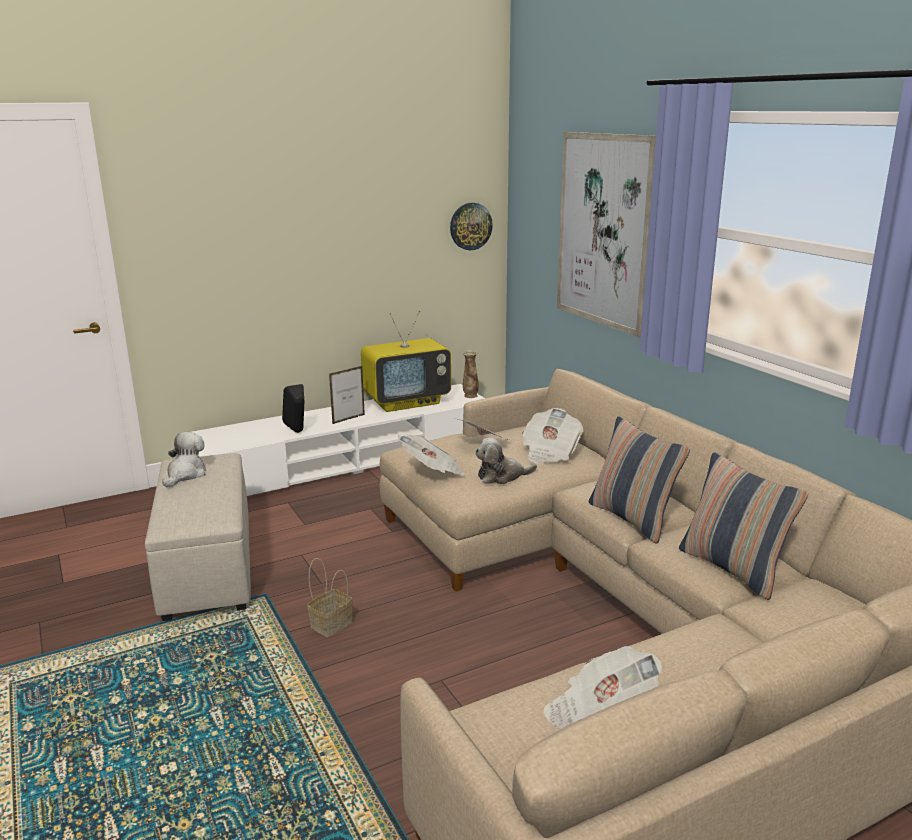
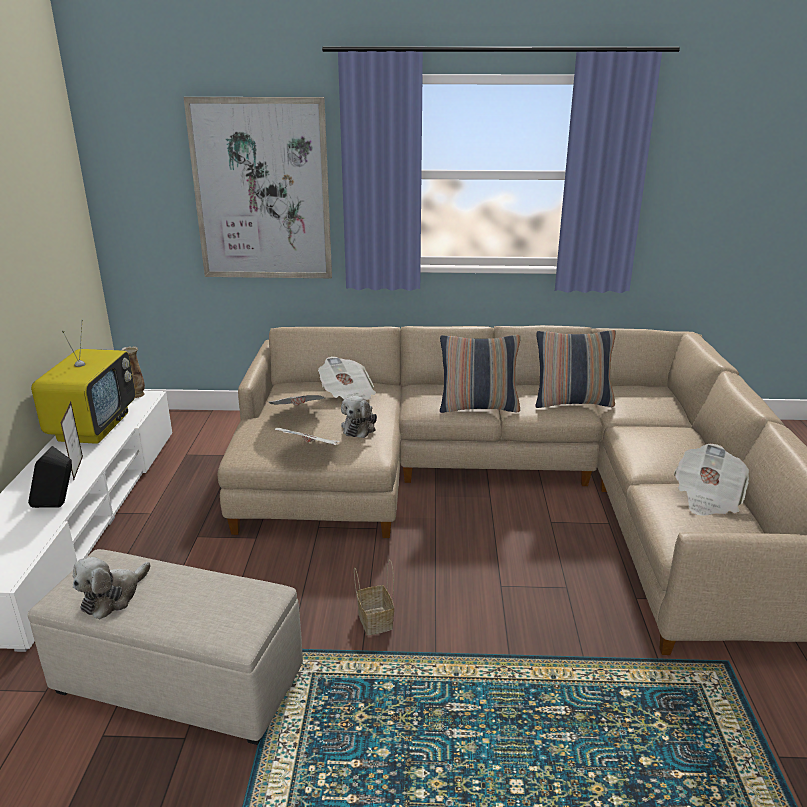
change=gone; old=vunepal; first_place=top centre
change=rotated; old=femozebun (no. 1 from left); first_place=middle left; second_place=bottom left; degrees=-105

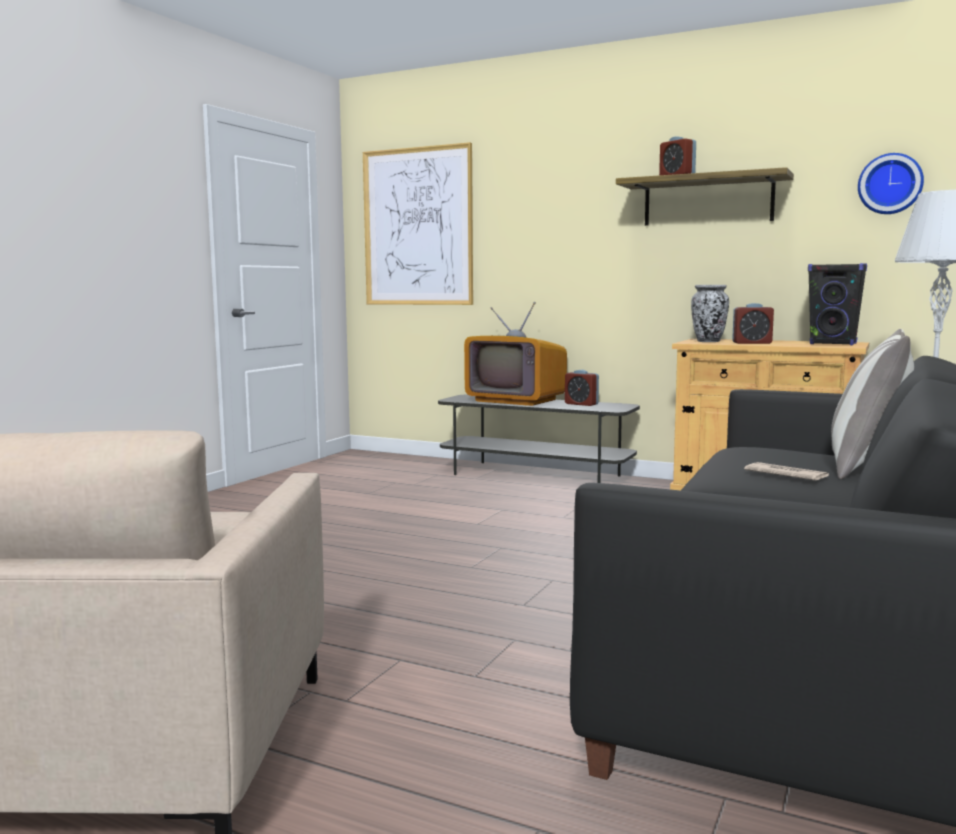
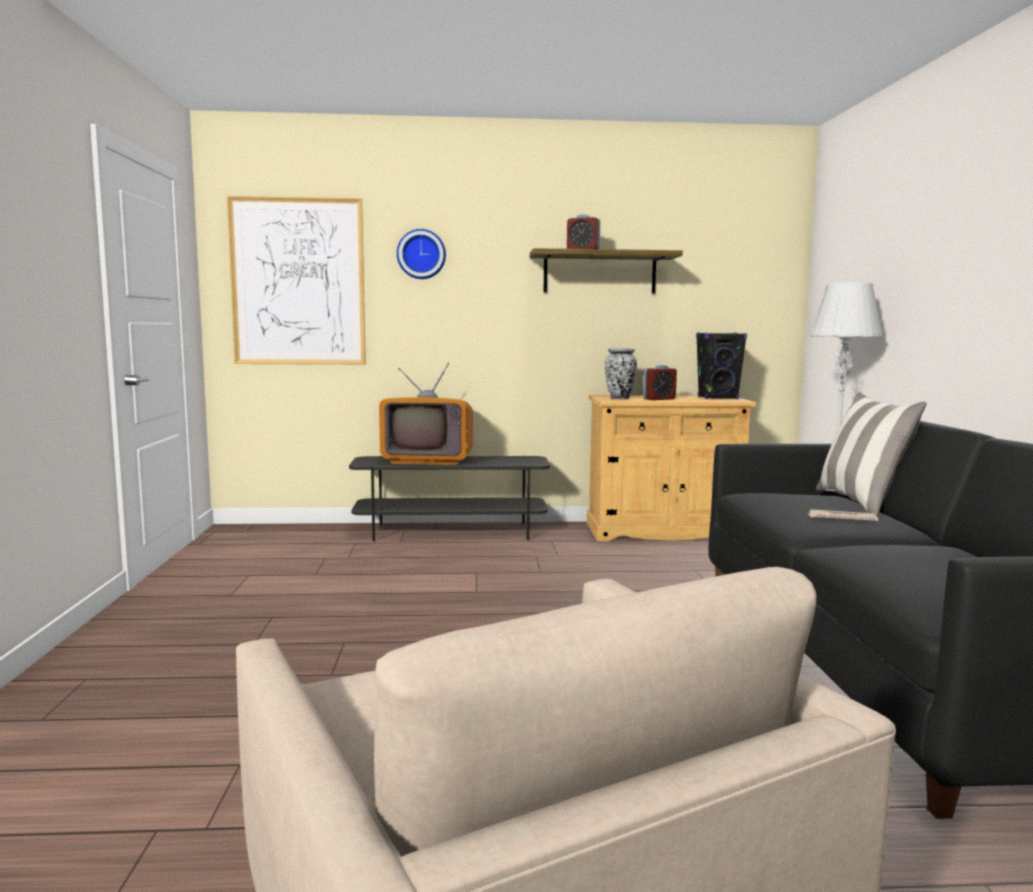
change=shifted; old=vunepal; first_place=top right; second_place=top centre
change=gone; old=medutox (no. 1 from left); first_place=centre

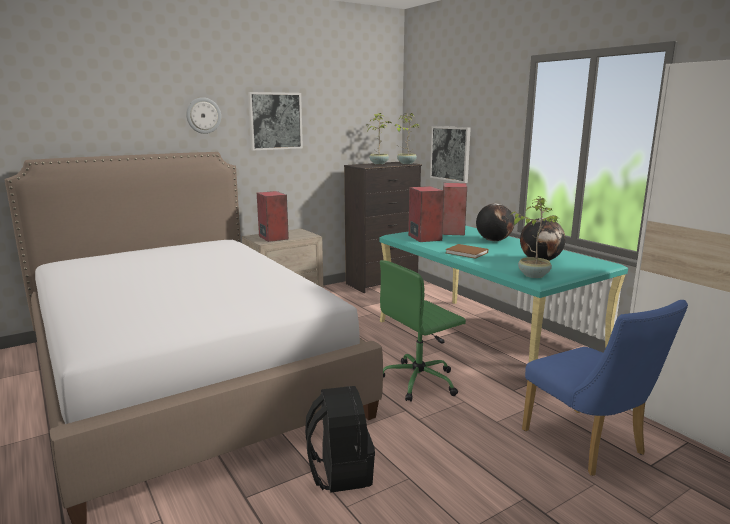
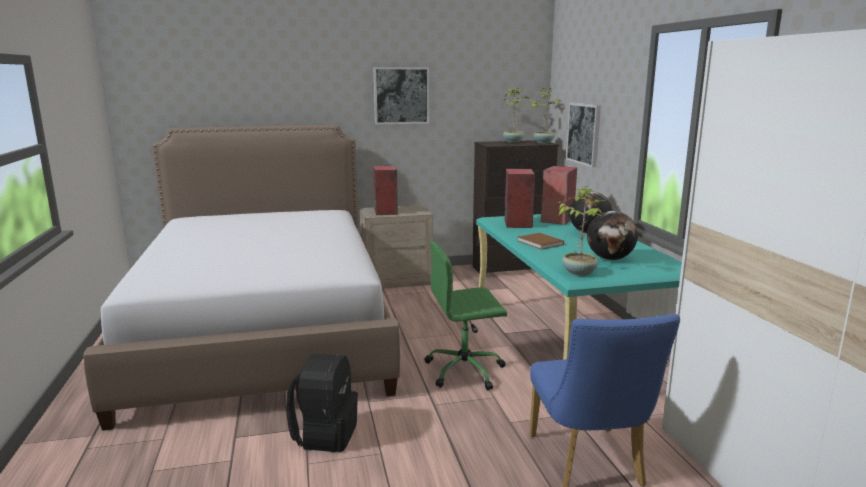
change=gone; old=vunepal; first_place=top left

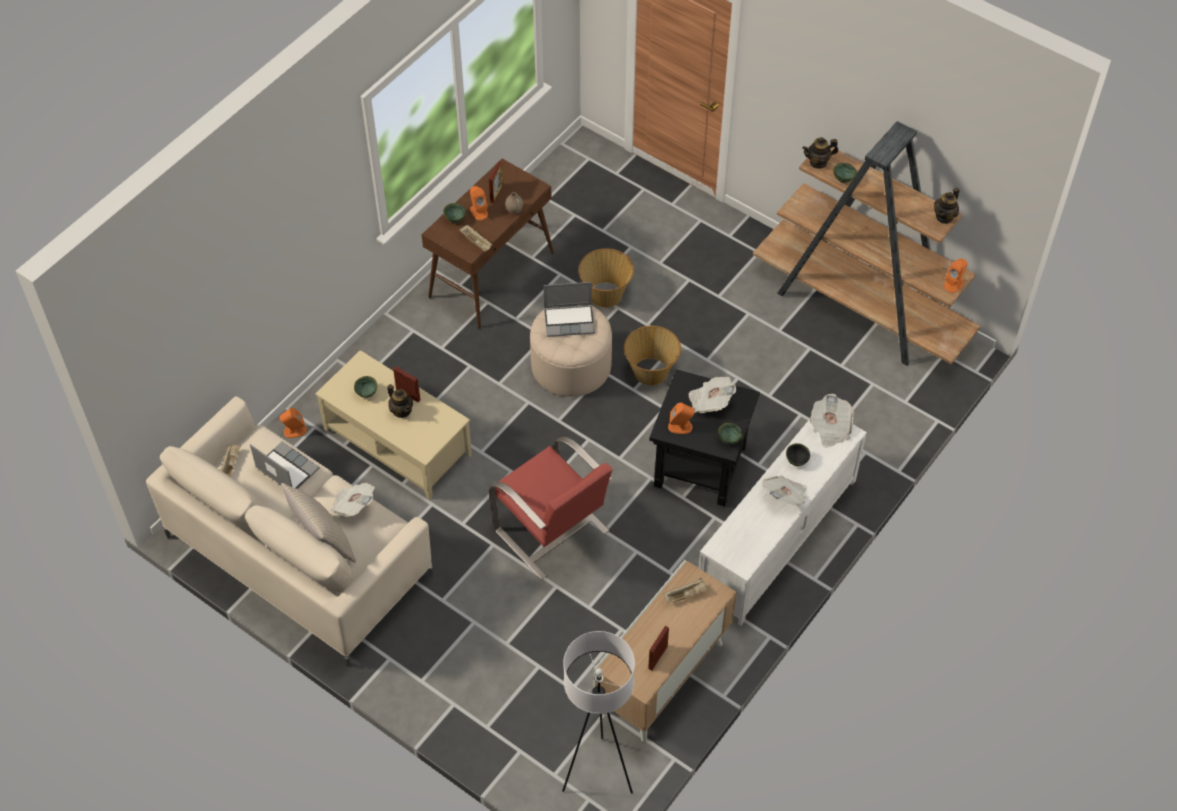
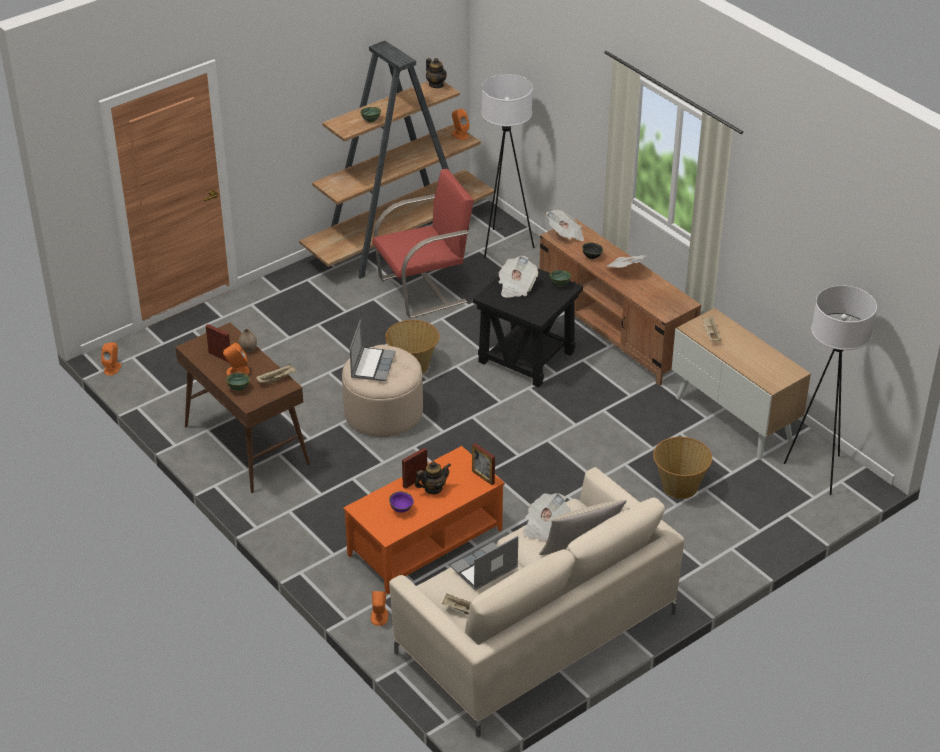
change=gone; old=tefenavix (no. 2 from left); first_place=top right
change=shifted; old=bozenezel (no. 1 from left in the first image); new=bozenezel (no. 2 from left); first_place=centre; second_place=middle right
change=repainted; old=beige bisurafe; new=orange bisurafe; first_place=centre; second_place=bottom centre
change=repainted; old=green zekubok (no. 1 from left); new=purple zekubok; first_place=middle left; second_place=bottom centre
change=shifted; old=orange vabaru (no. 3 from left in the first image); new=orange vabaru (no. 1 from left); first_place=centre; second_place=middle left
change=repainted; old=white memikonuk; new=brown memikonuk; first_place=centre; second_place=centre
change=shifted; old=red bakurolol; first_place=centre; second_place=top centre
change=shifted; old=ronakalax (no. 3 from left); first_place=bottom centre; second_place=centre
change=new; new=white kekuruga (no. 1 from left); second_place=top centre

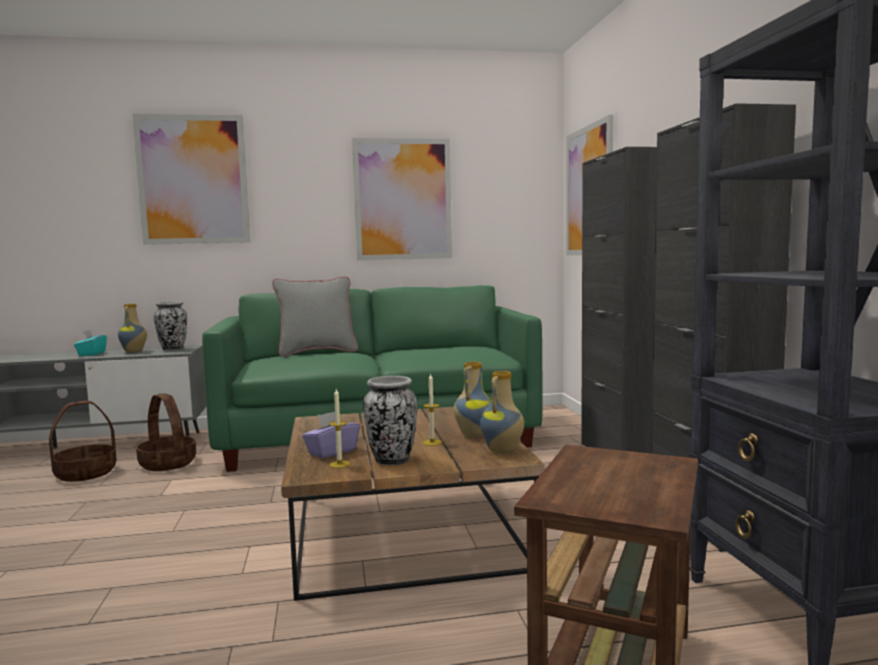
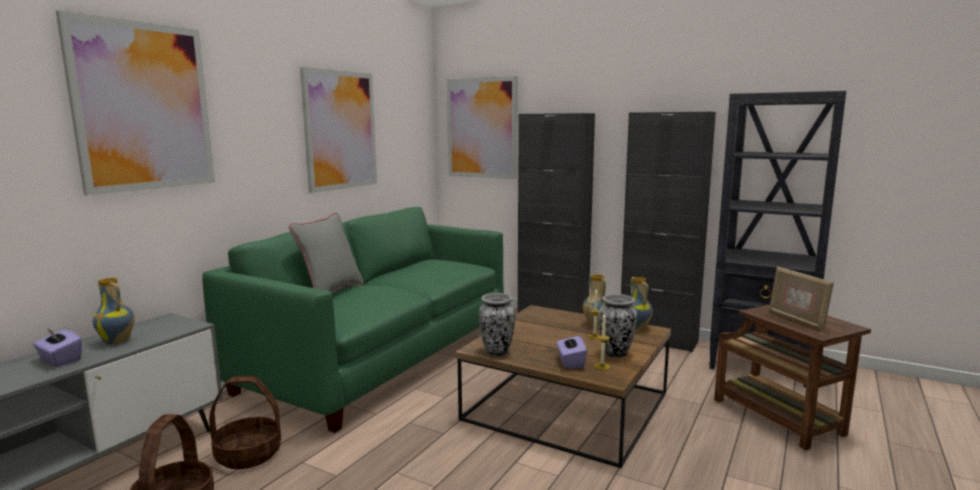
change=shifted; old=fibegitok (no. 2 from left); first_place=middle left; second_place=centre
change=repainted; old=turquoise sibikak; new=purple sibikak (no. 1 from left); first_place=middle left; second_place=bottom left
change=new; new=ronakalax; second_place=middle right

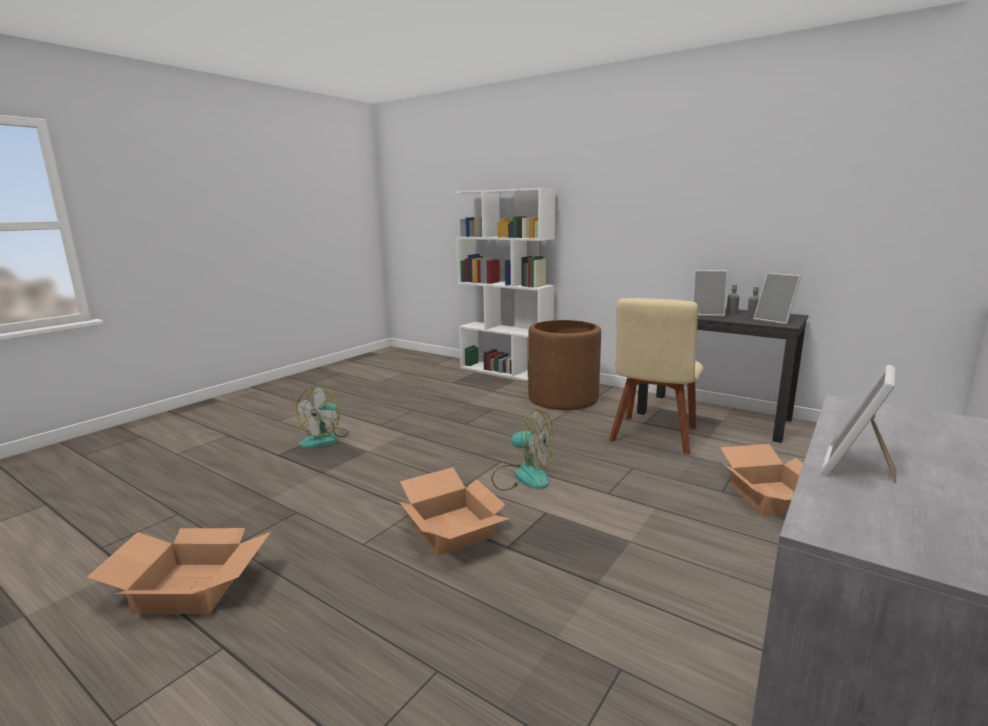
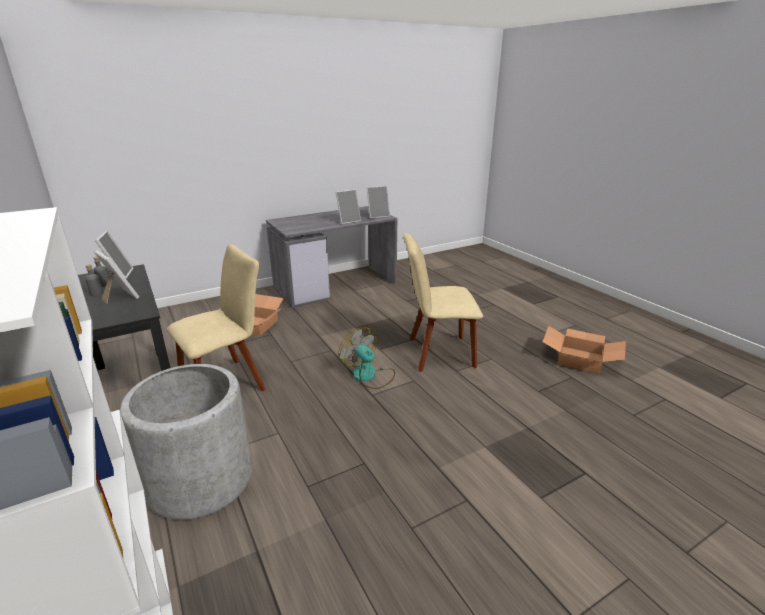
change=repainted; old=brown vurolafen; new=grey vurolafen; first_place=centre; second_place=bottom left
change=gone; old=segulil (no. 1 from left); first_place=middle left
change=swapped; old=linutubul (no. 2 from left); new=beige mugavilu (no. 2 from left); first_place=bottom centre; second_place=centre
change=new; new=ronakalax (no. 4 from left); second_place=top centre

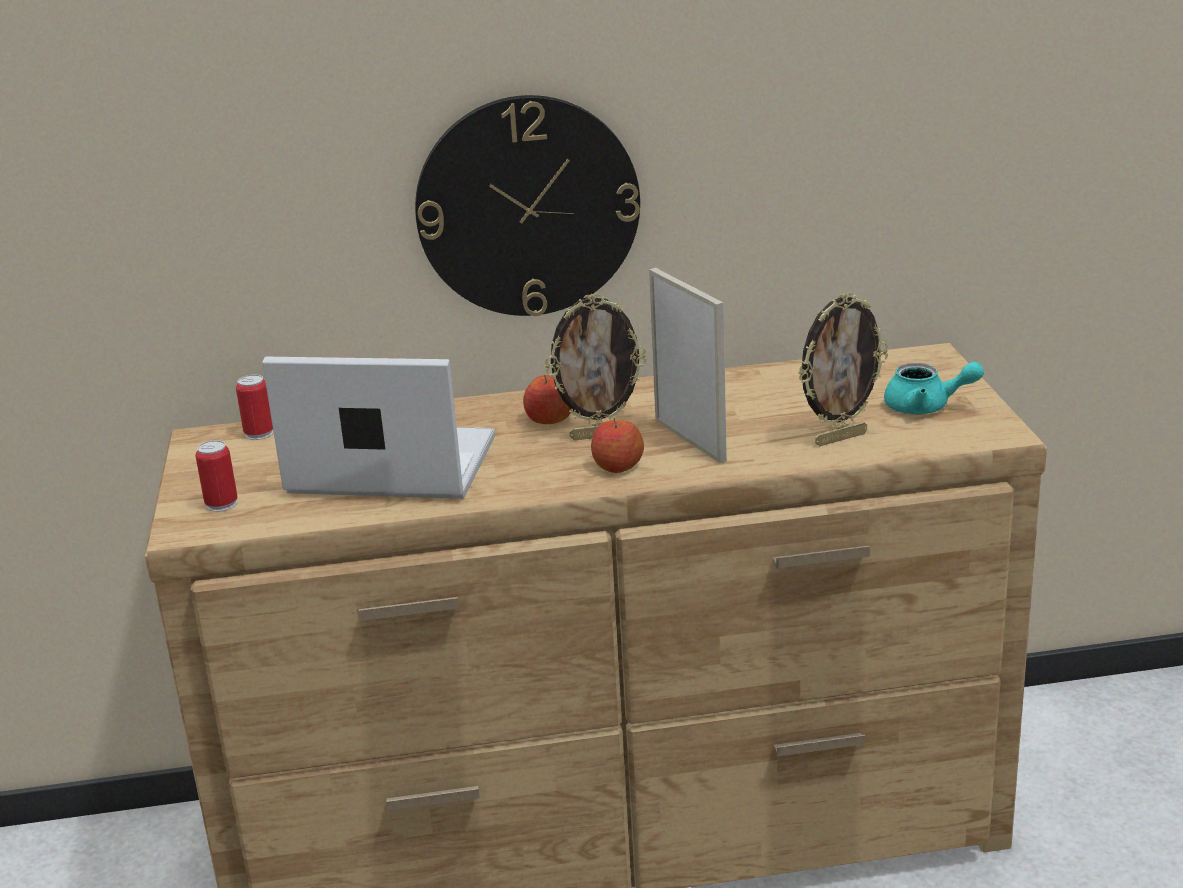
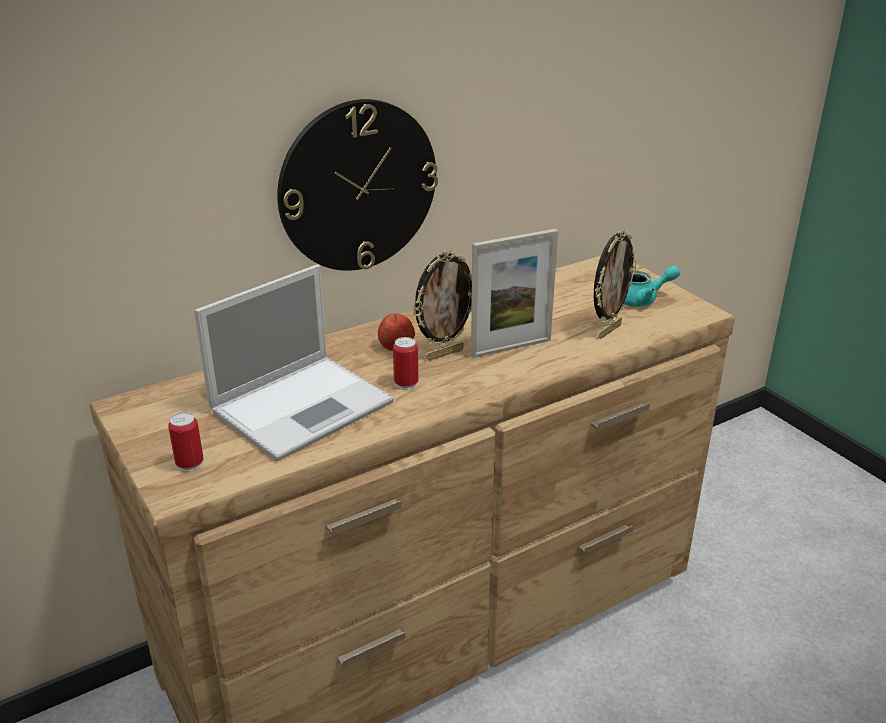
change=rotated; old=ronakalax (no. 2 from left); first_place=centre; second_place=centre; degrees=120
change=rotated; old=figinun; first_place=middle left; second_place=middle left; degrees=150
change=shifted; old=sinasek (no. 2 from left); first_place=middle left; second_place=centre
change=gone; old=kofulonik (no. 2 from left); first_place=centre

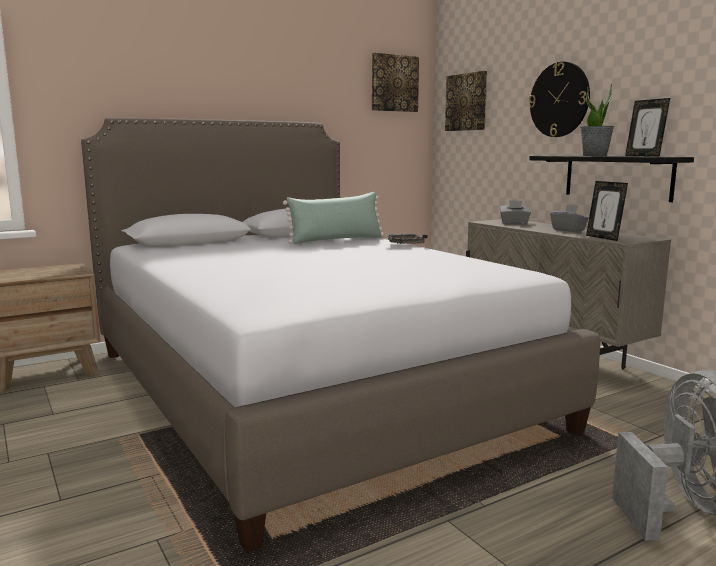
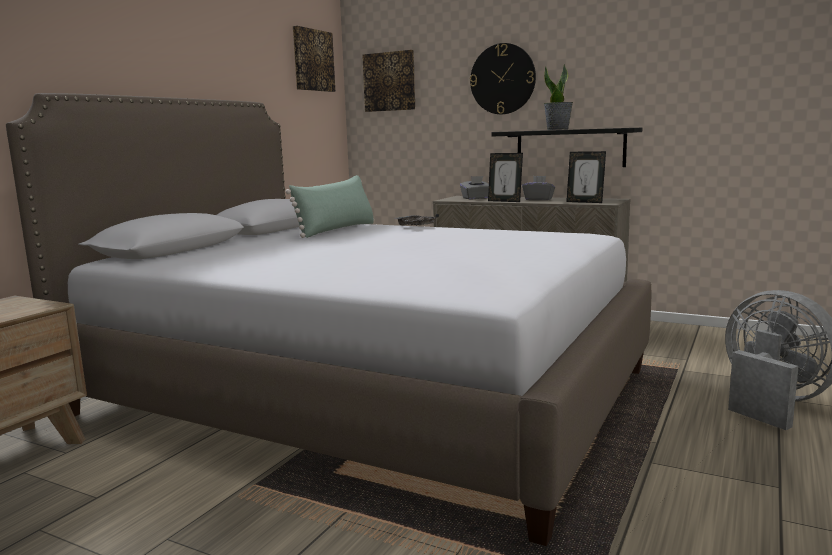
change=shifted; old=ronakalax (no. 2 from left in the first image); new=ronakalax (no. 1 from left); first_place=top right; second_place=top centre

